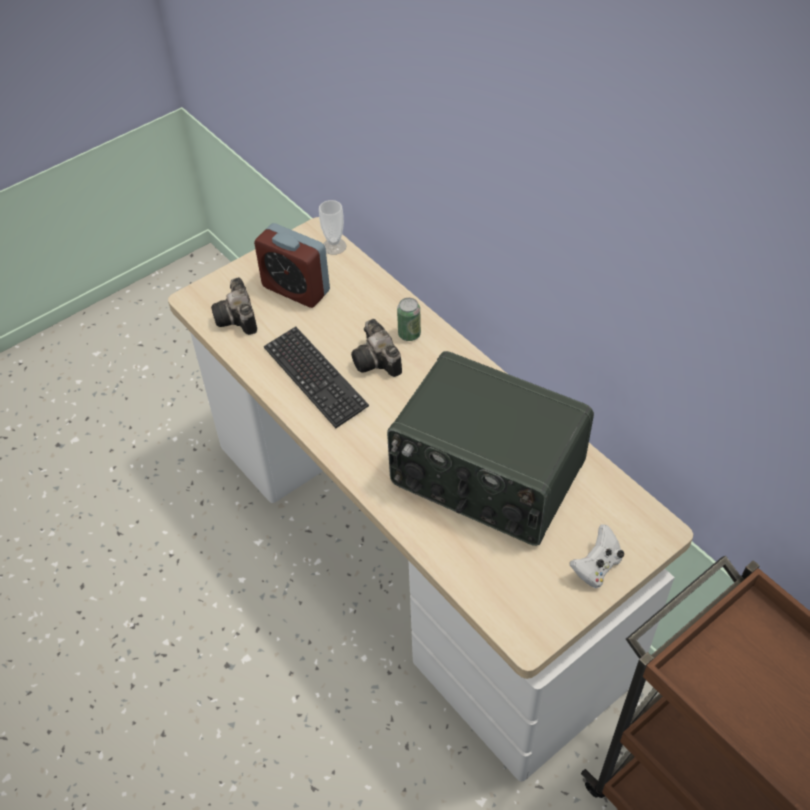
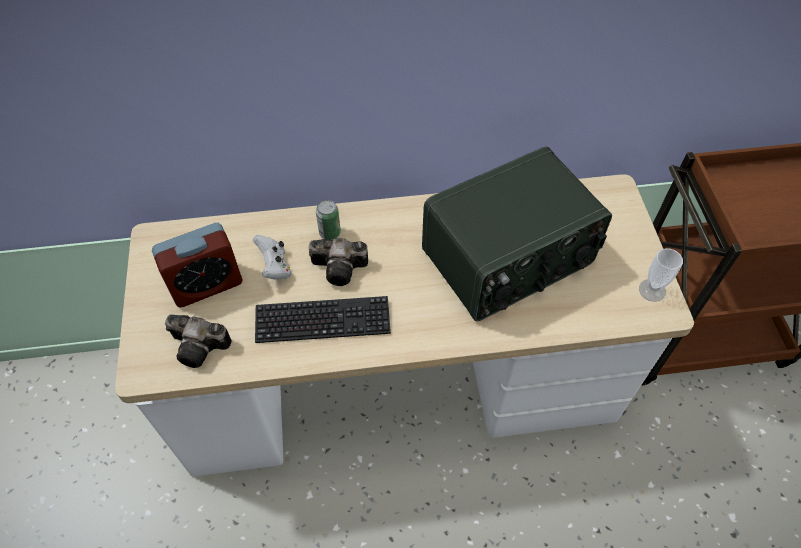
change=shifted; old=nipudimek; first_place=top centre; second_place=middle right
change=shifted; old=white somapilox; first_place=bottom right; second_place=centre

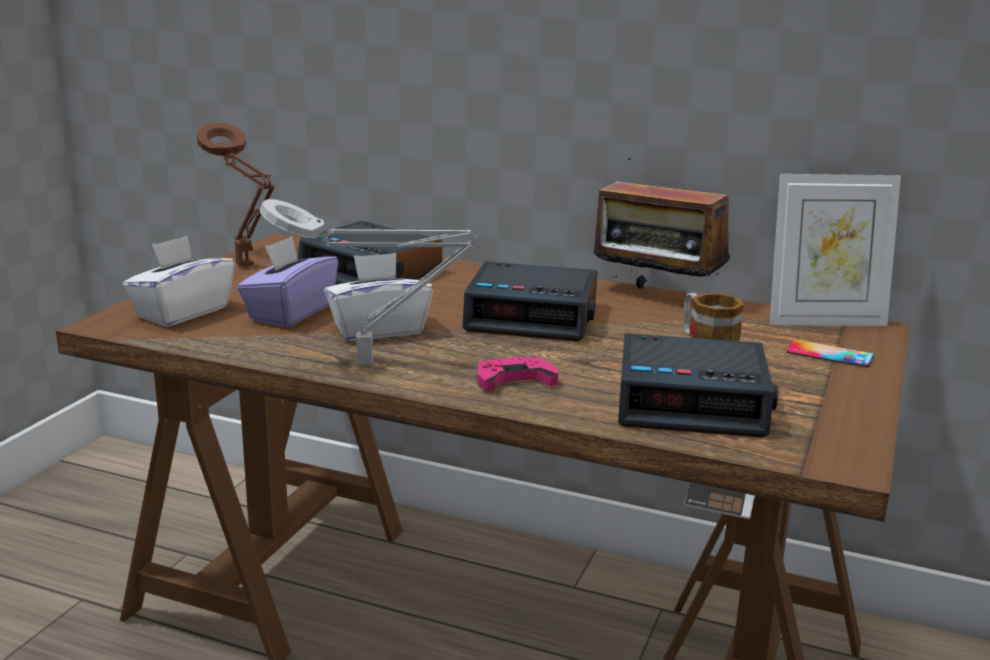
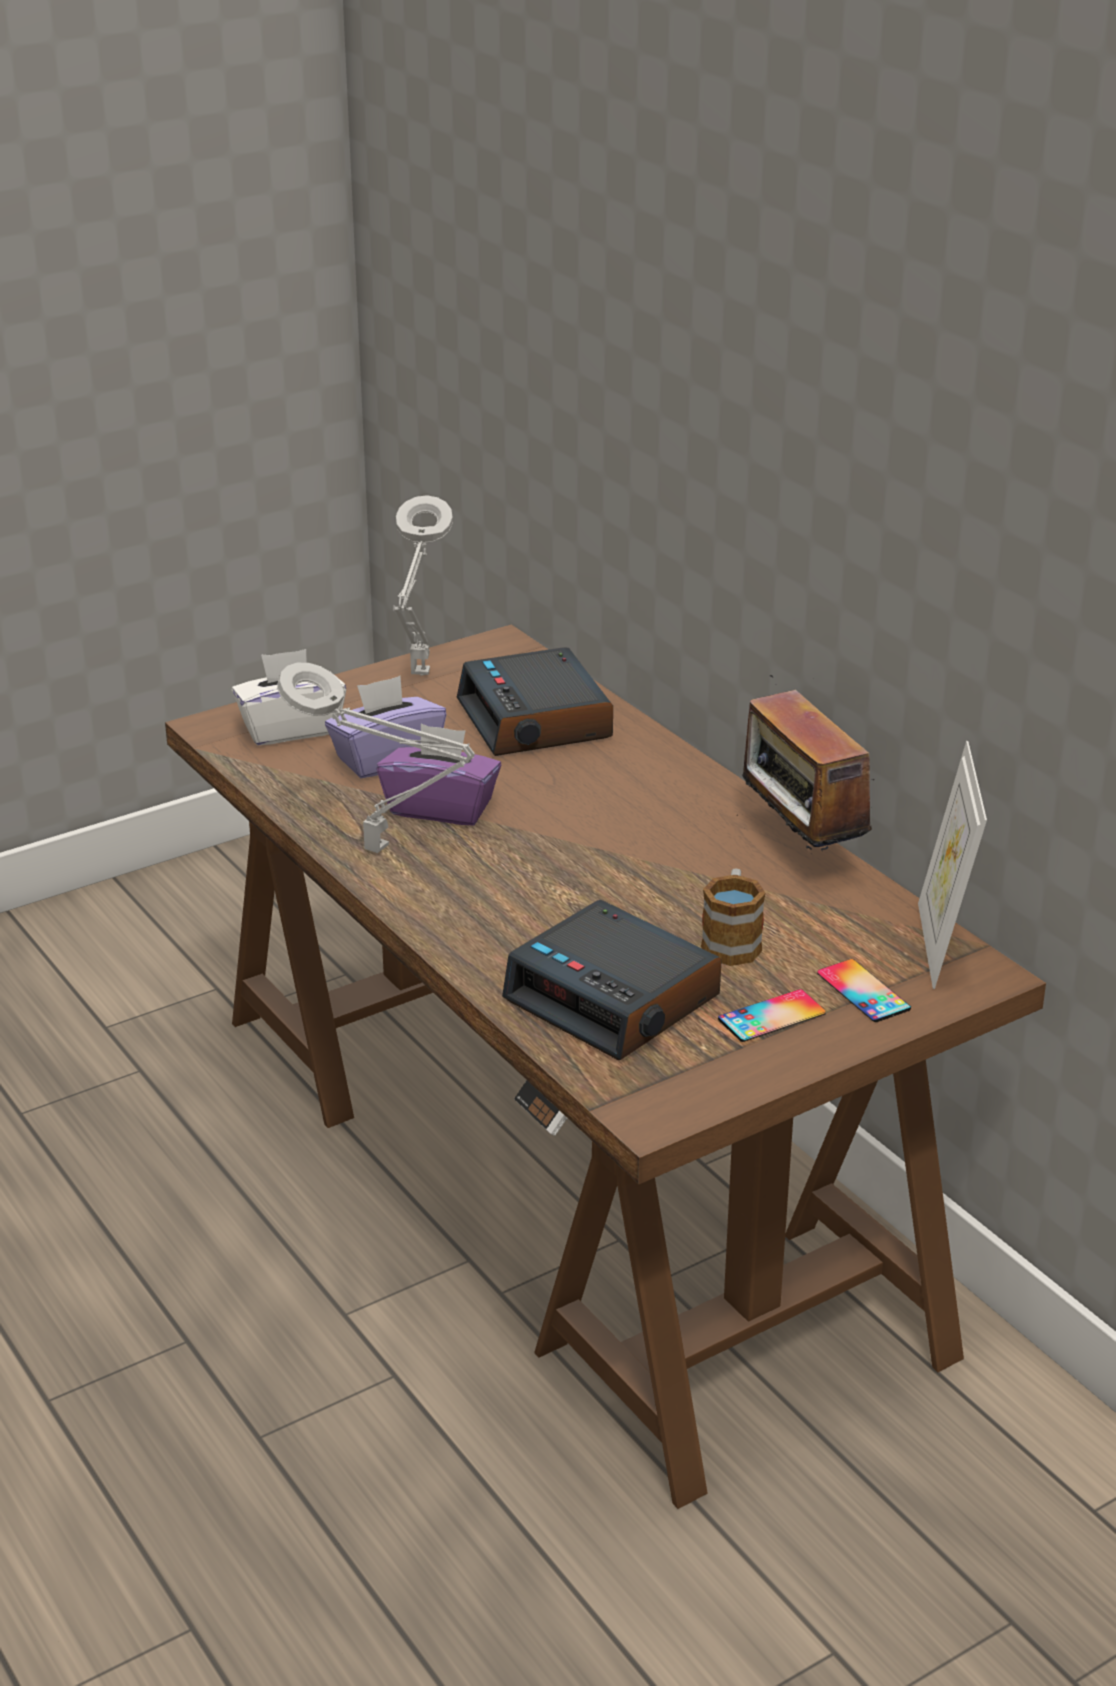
change=repainted; old=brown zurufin; new=grey zurufin (no. 2 from left); first_place=top left; second_place=centre
change=rotated; old=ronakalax; first_place=middle right; second_place=middle right; degrees=60
change=repainted; old=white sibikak (no. 2 from left); new=purple sibikak (no. 2 from left); first_place=centre; second_place=centre
change=gone; old=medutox (no. 2 from left); first_place=centre
change=gone; old=pink somapilox; first_place=centre
change=new; new=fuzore (no. 1 from left); second_place=middle right

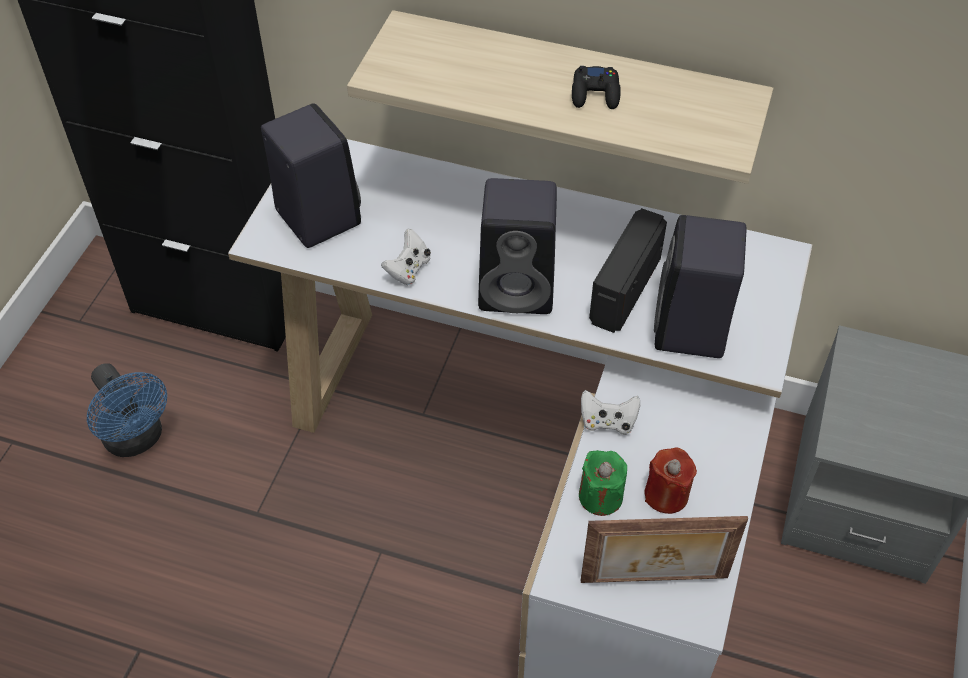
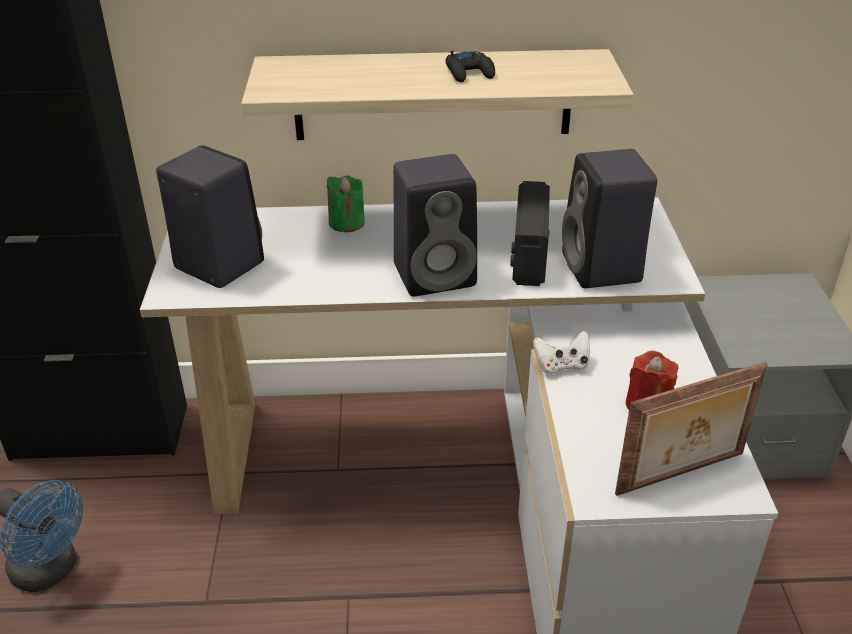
change=gone; old=white somapilox (no. 1 from left); first_place=centre
change=shifted; old=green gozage; first_place=bottom centre; second_place=top centre

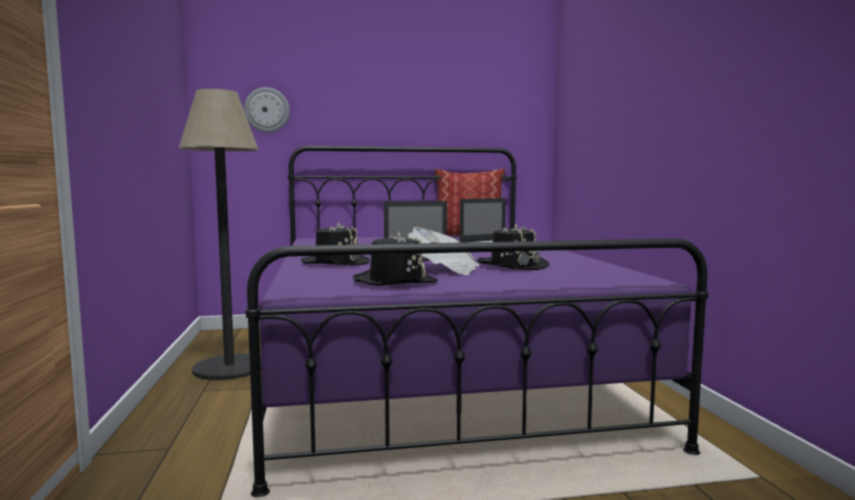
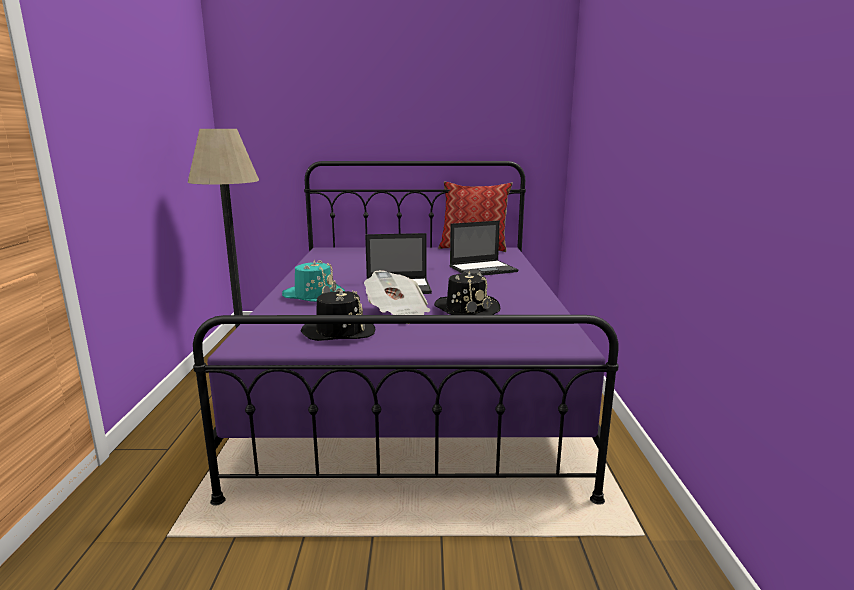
change=gone; old=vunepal; first_place=top left
change=repainted; old=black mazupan (no. 1 from left); new=turquoise mazupan; first_place=centre; second_place=centre

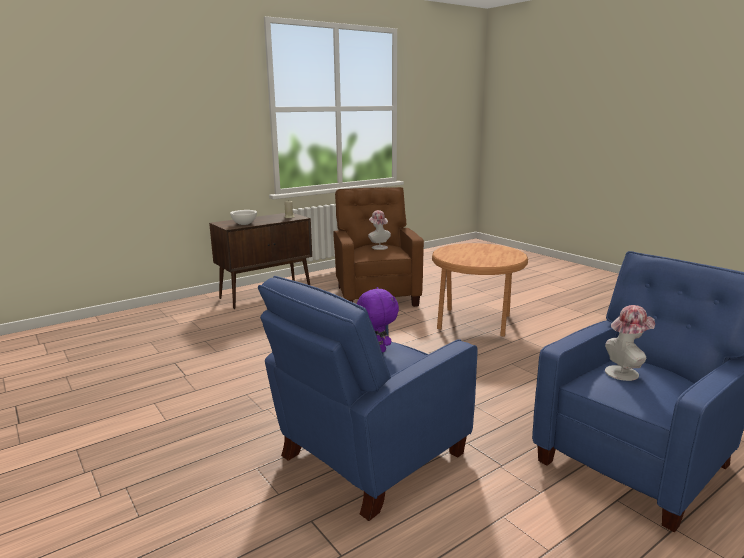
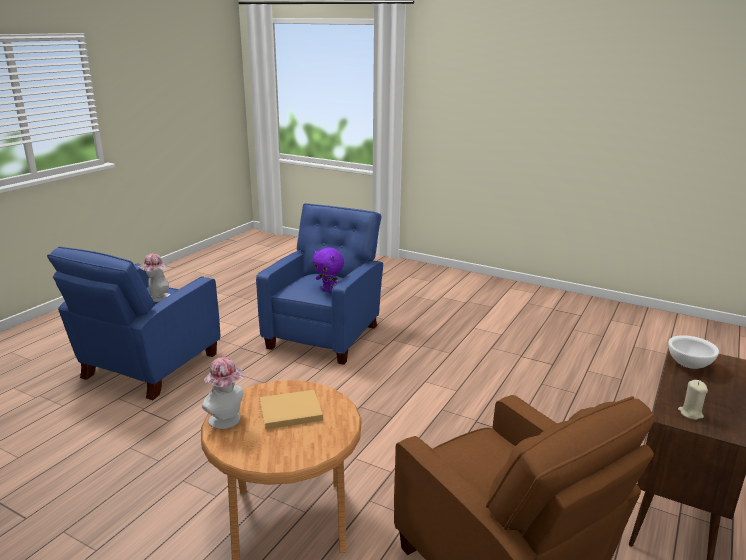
change=shifted; old=mazupan (no. 1 from left in the first image); new=mazupan (no. 2 from left); first_place=centre; second_place=bottom left
change=new; new=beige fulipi; second_place=bottom centre

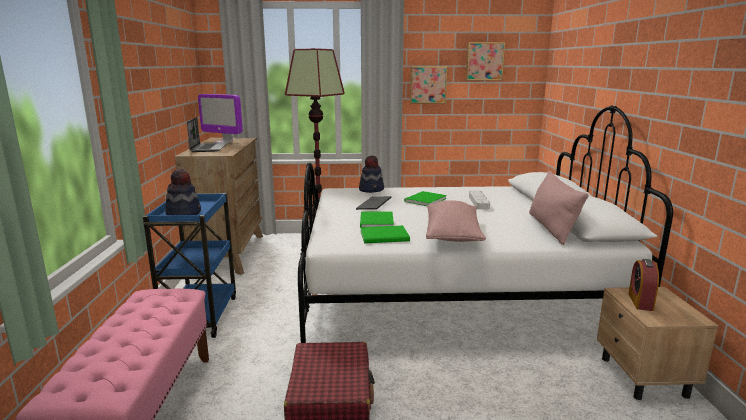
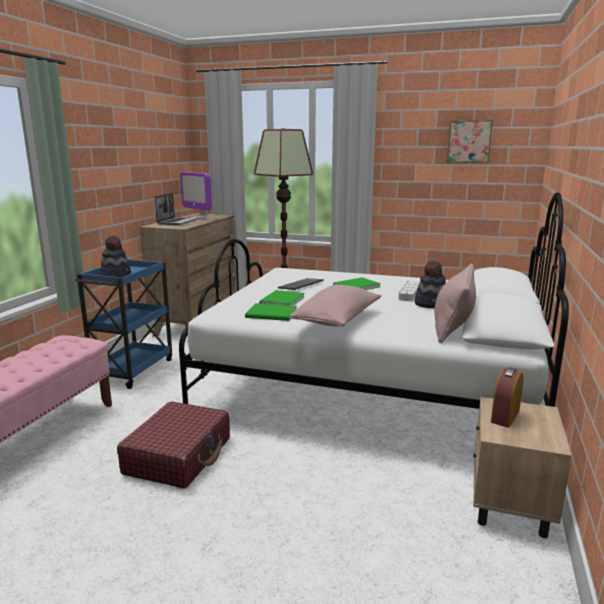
change=gone; old=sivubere (no. 1 from left); first_place=top centre
change=shifted; old=mazupan (no. 2 from left); first_place=centre; second_place=middle right

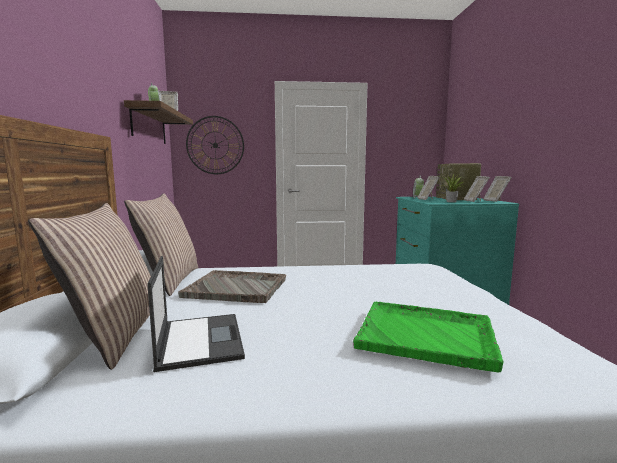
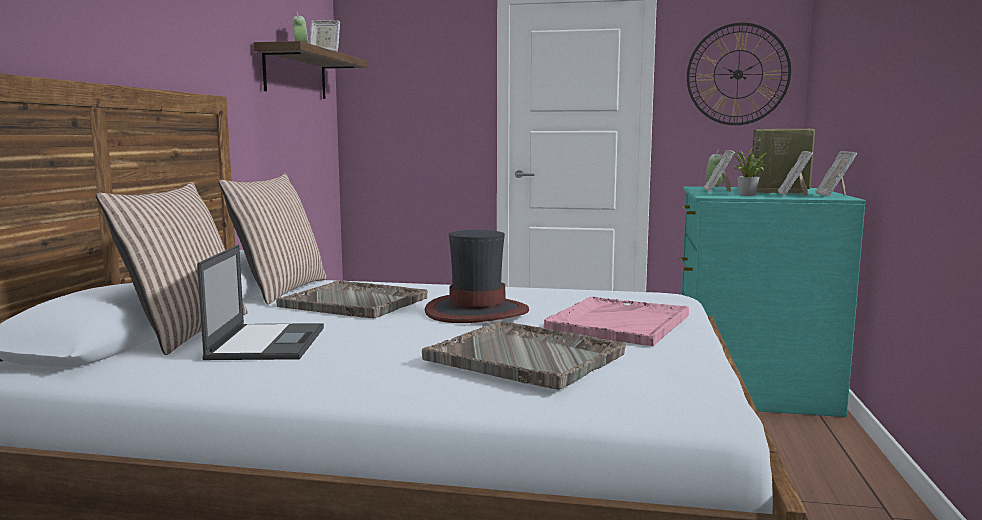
change=shifted; old=vunepal; first_place=top centre; second_place=top right
change=repainted; old=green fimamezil; new=grey fimamezil (no. 2 from left); first_place=bottom right; second_place=bottom centre
change=new; new=mazupan; second_place=centre
change=new; new=pink fimamezil; second_place=centre

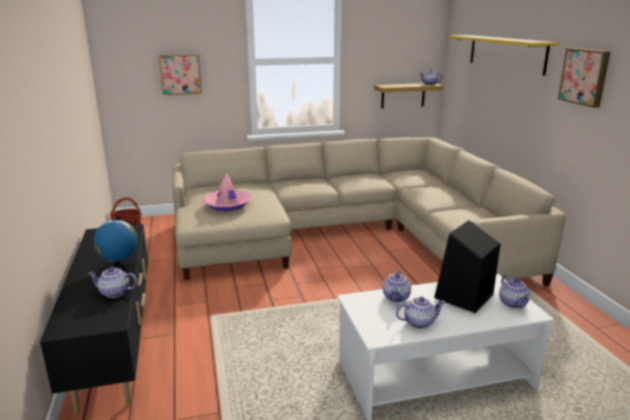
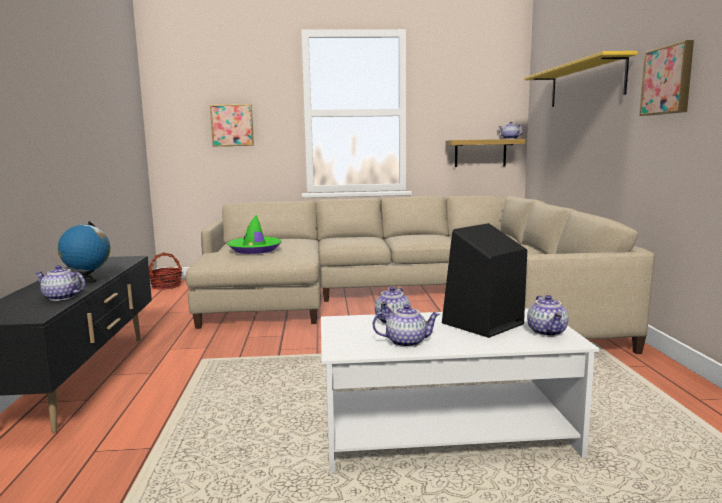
change=repainted; old=pink mazupan; new=green mazupan; first_place=centre; second_place=centre

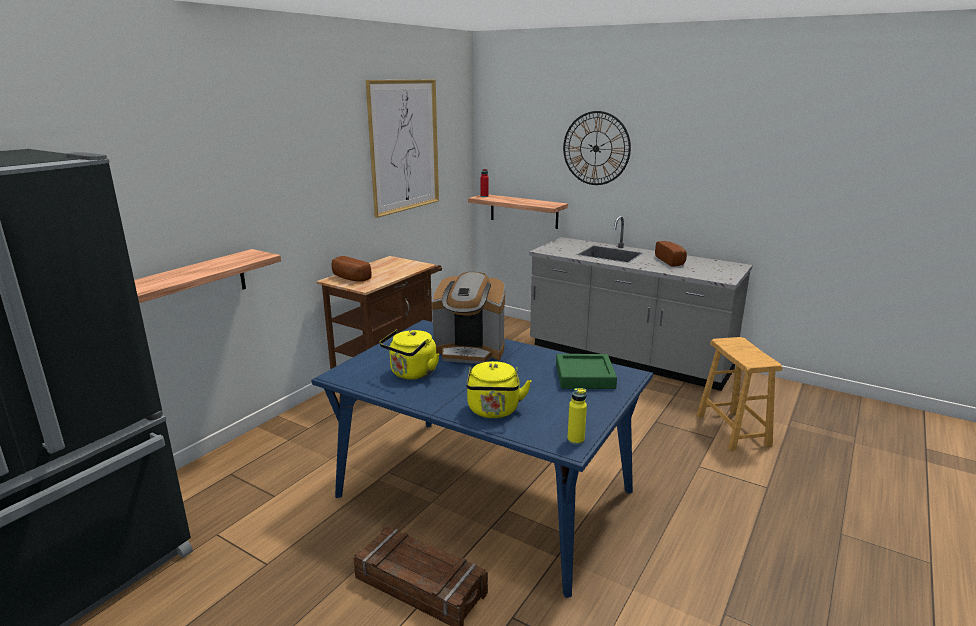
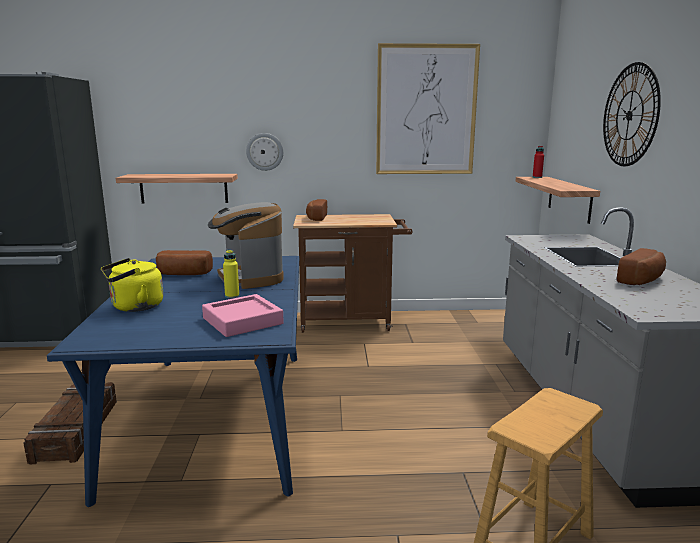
change=swapped; old=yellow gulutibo (no. 1 from left); new=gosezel (no. 1 from left); first_place=centre; second_place=middle left
change=repainted; old=green fimamezil; new=pink fimamezil; first_place=centre; second_place=centre
change=shifted; old=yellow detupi; first_place=centre; second_place=middle left
change=new; new=vunepal (no. 1 from left); second_place=top centre

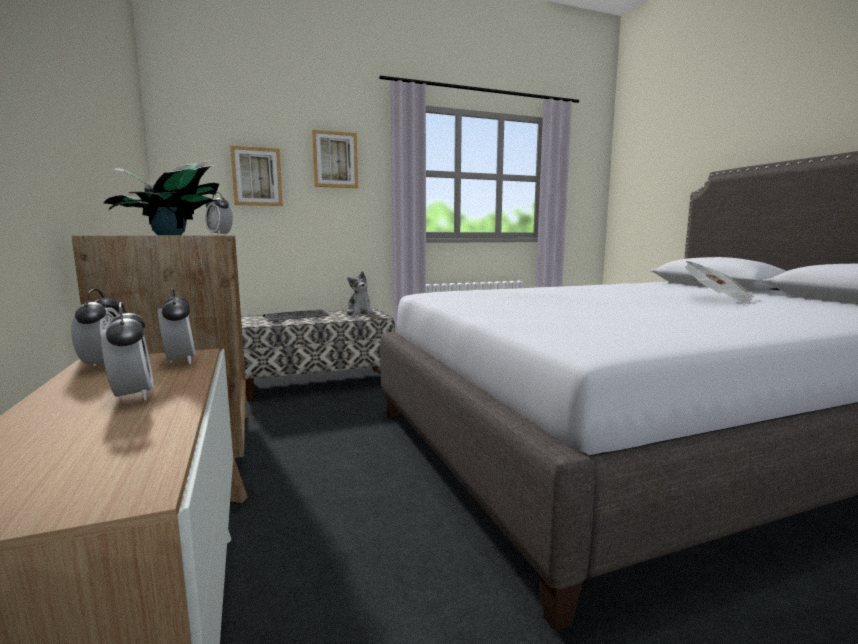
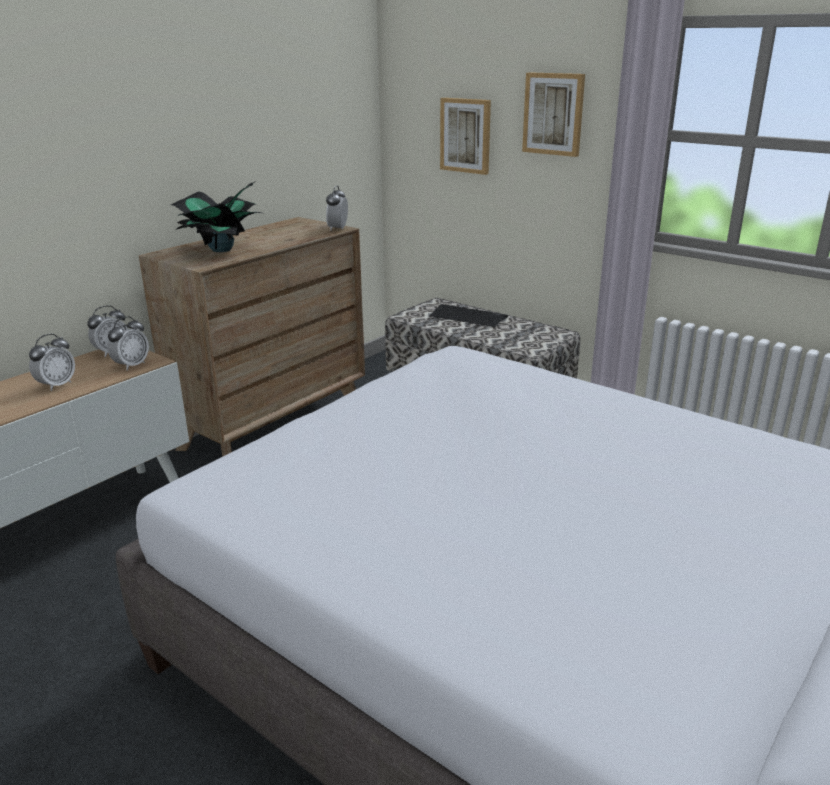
change=gone; old=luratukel; first_place=middle right
change=gone; old=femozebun; first_place=centre

